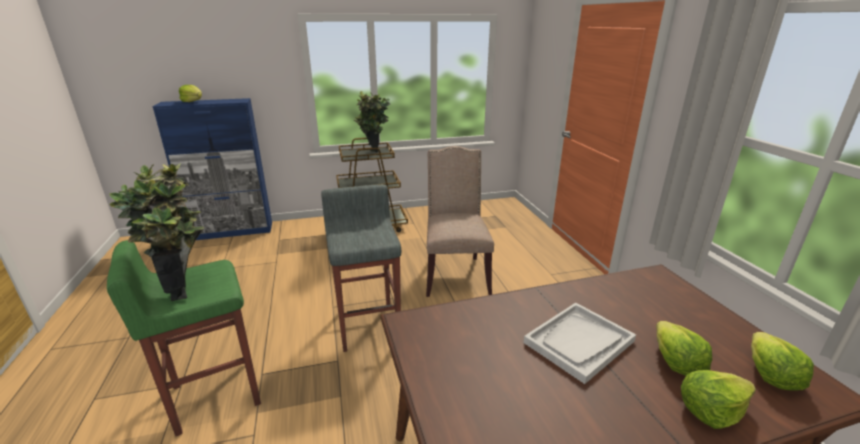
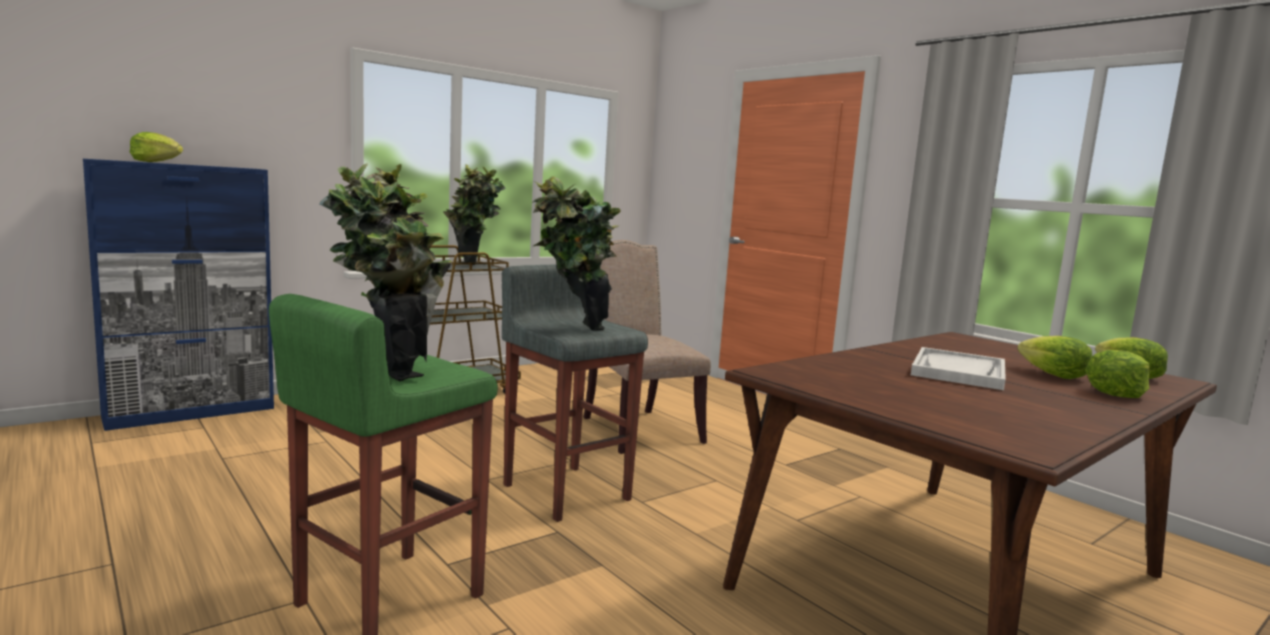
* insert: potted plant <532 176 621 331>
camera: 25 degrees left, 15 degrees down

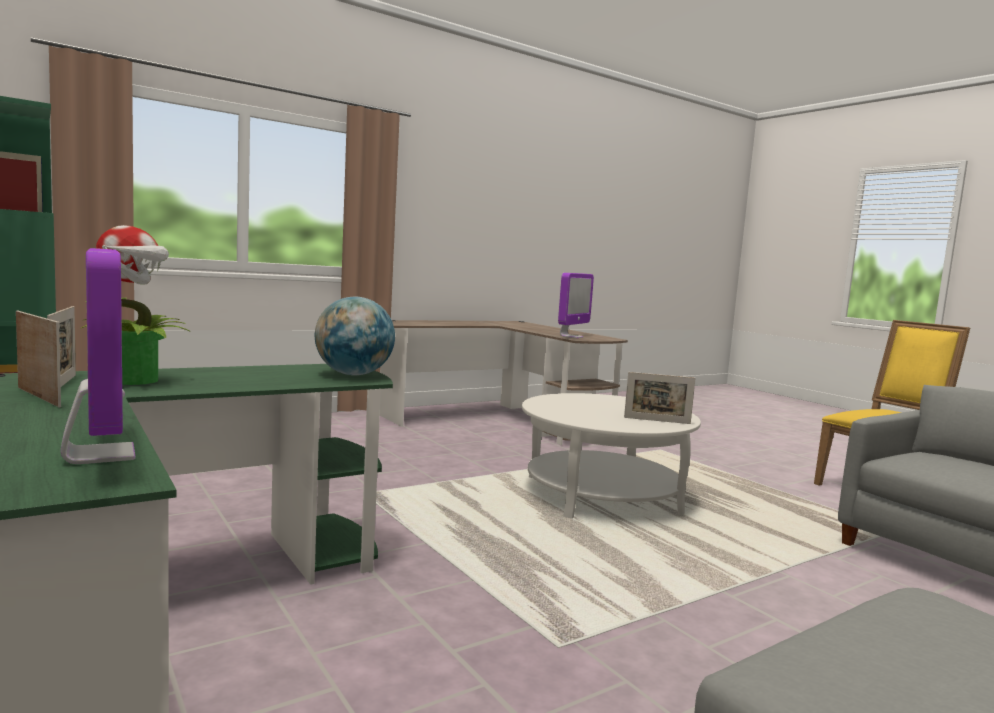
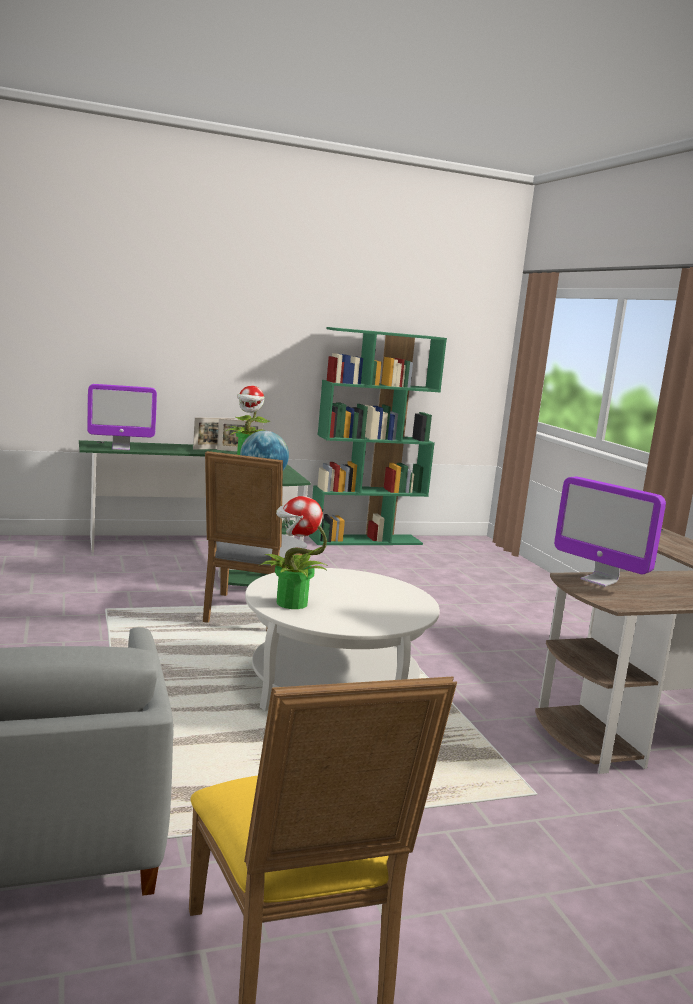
* replace: picture frame <624 372 695 424> to potted plant <258 496 328 609>
* insert: chair in grey <203 451 307 632>
camera: 105 degrees right, 5 degrees up

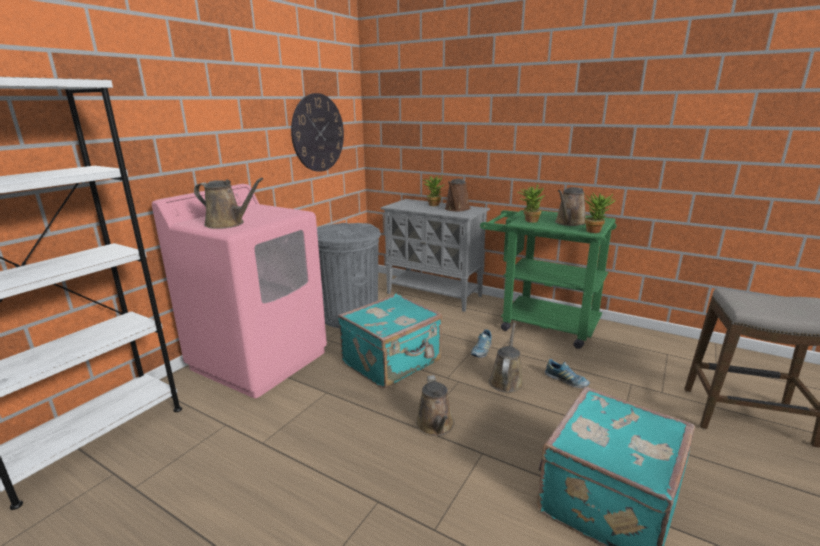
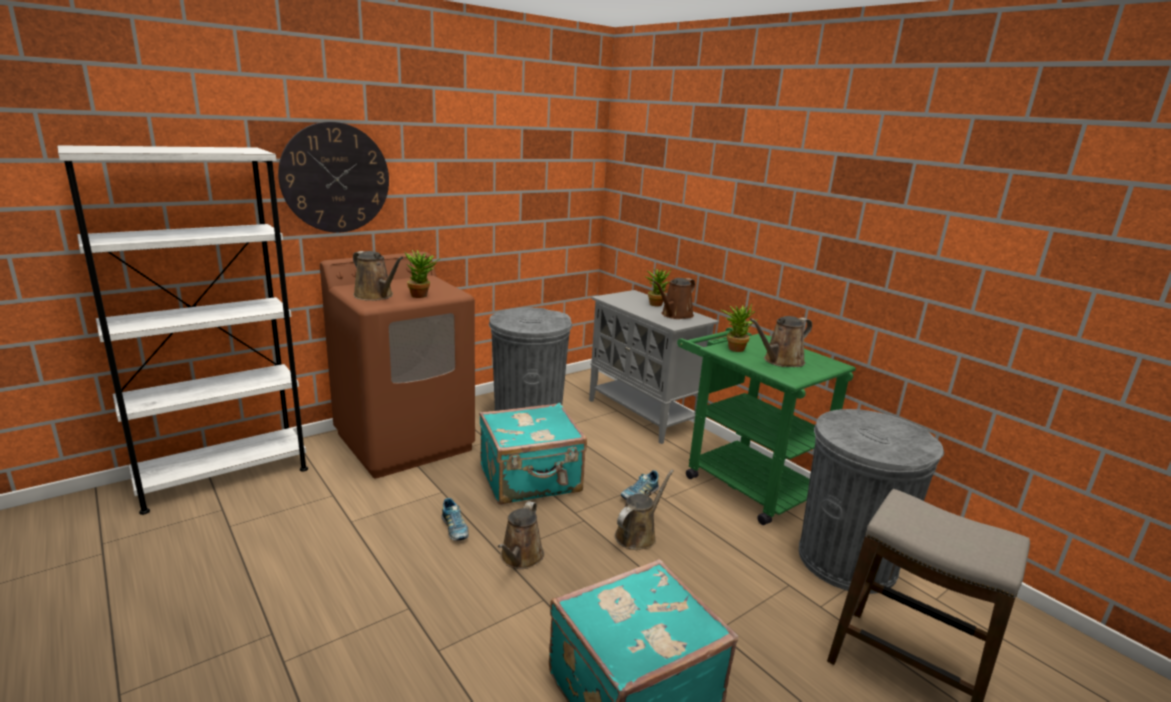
* recolor: washing machine in pink <152 184 327 398> to washing machine in brown <320 252 475 478>
* move: wall clock <291 93 344 172> to <278 122 389 233>
* move: shoe <545 359 590 388> to <441 498 469 541>
* move: potted plant <583 193 615 233> to <404 250 441 298>
* insert: trash can in grey <799 409 944 594>
camera: 20 degrees right, 0 degrees up

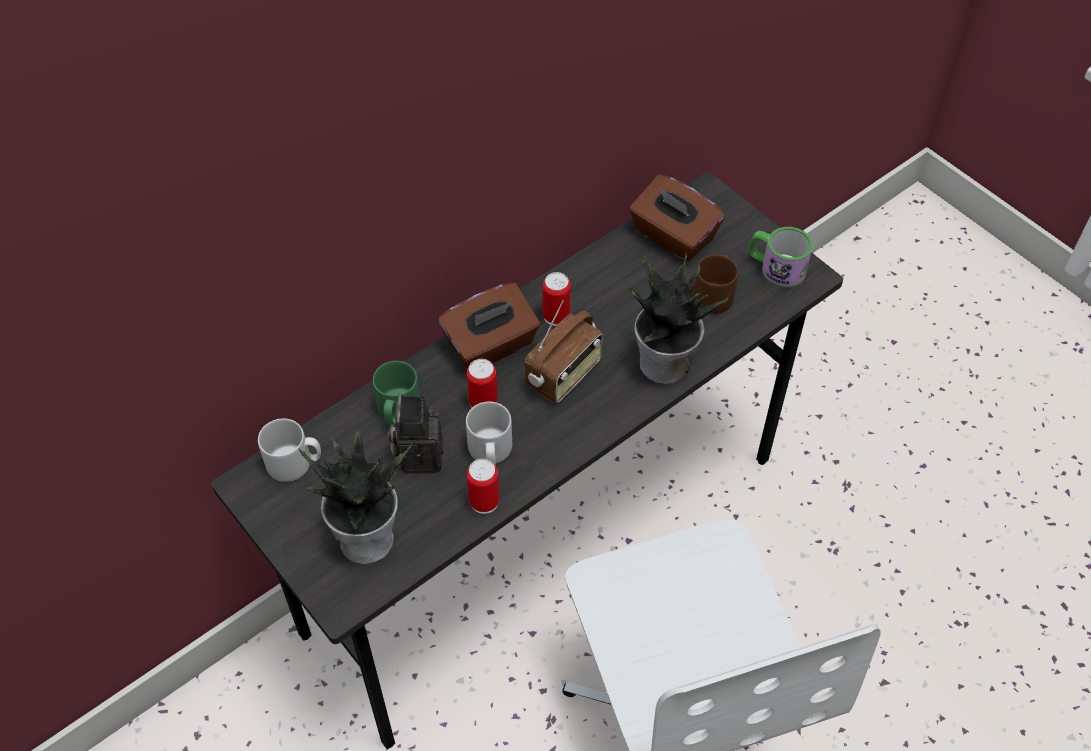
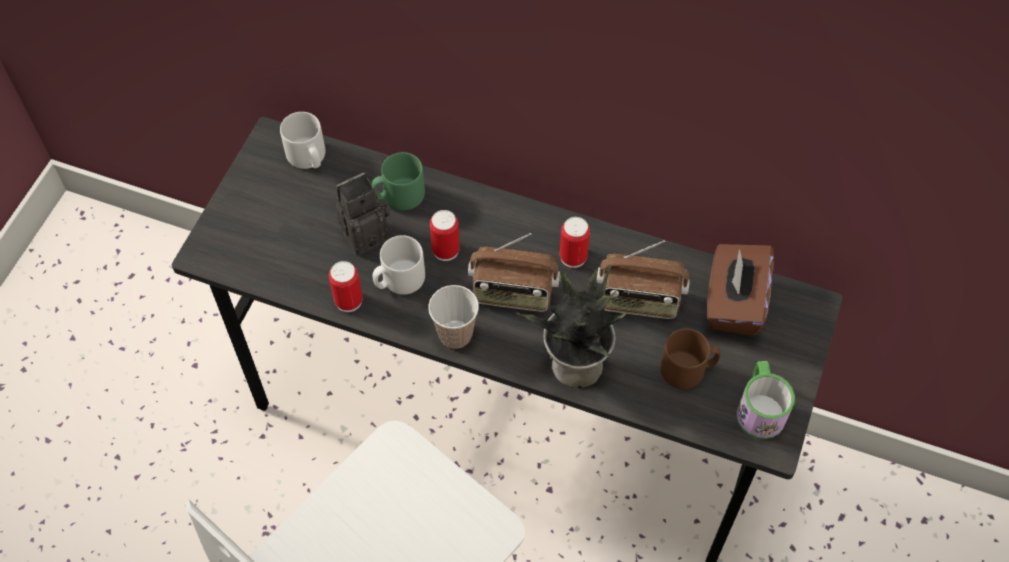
* delete: potted plant <298 430 412 564>
* delete: tissue box in brown <438 282 540 369>
* insert: cup <428 285 479 349>
* insert: radio <597 240 690 319>
camera: 60 degrees right, 5 degrees up

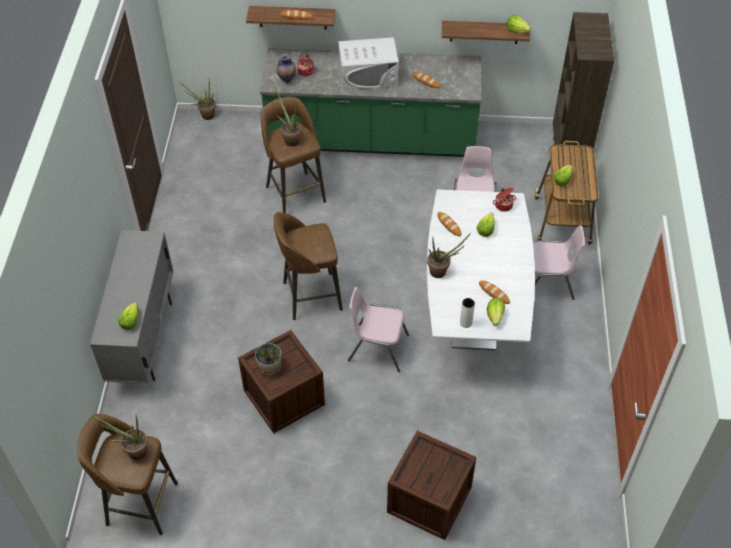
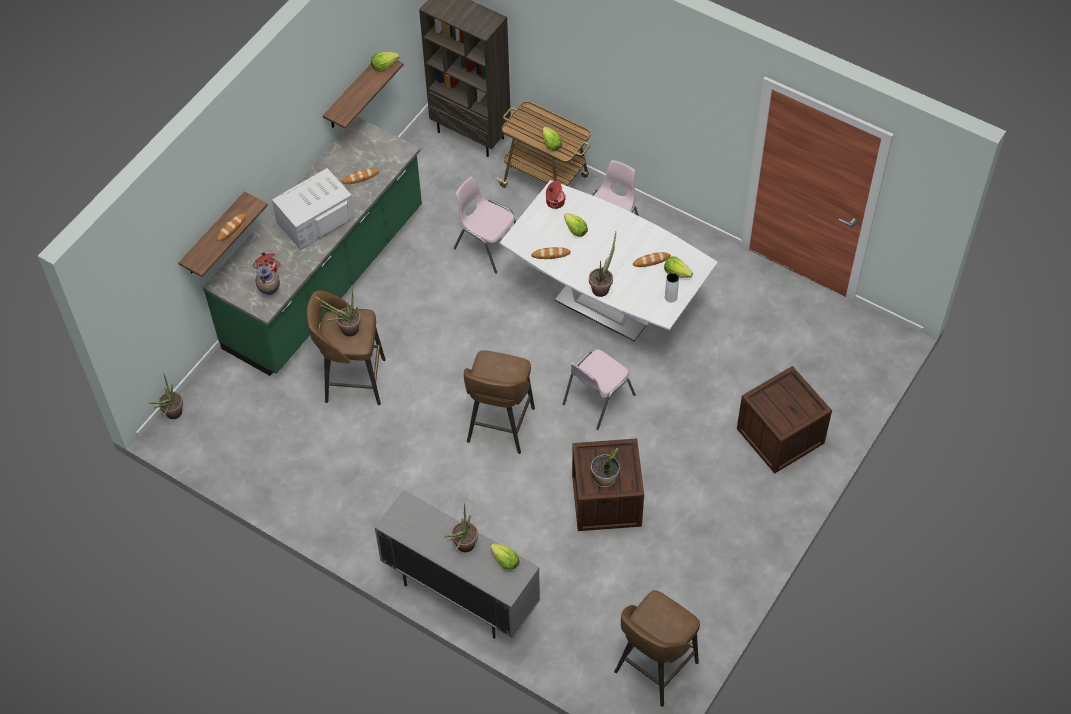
* move: potted plant <92 414 148 460> to <445 503 478 552>
* rotate: microwave in white <338 37 399 90> = <272 168 355 250> 150 degrees counterclockwise
camera: 60 degrees left, 5 degrees up

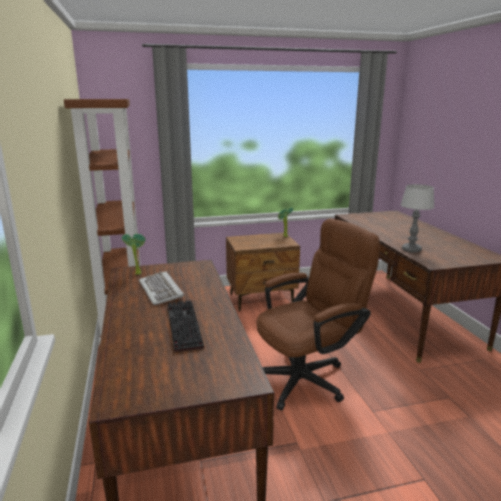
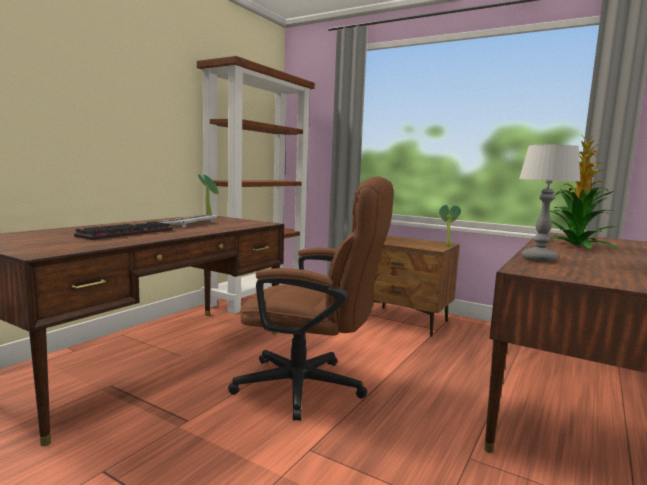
* insert: potted plant <540 135 618 249>
camera: 45 degrees right, 10 degrees down

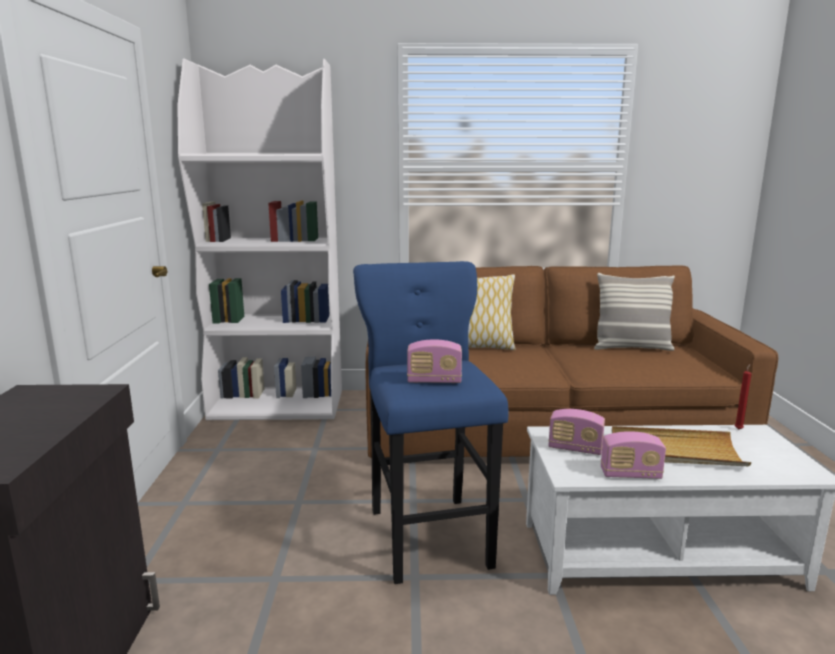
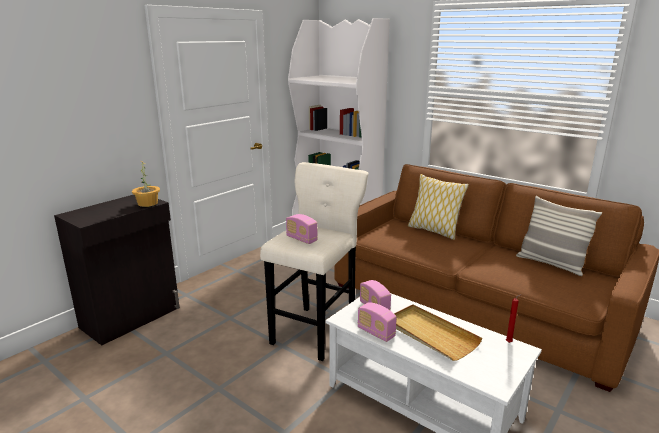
* recolor: stool in blue <353 261 508 584> to stool in beige <260 162 369 361>
* insert: potted plant <132 160 160 207>
camera: 40 degrees right, 5 degrees up

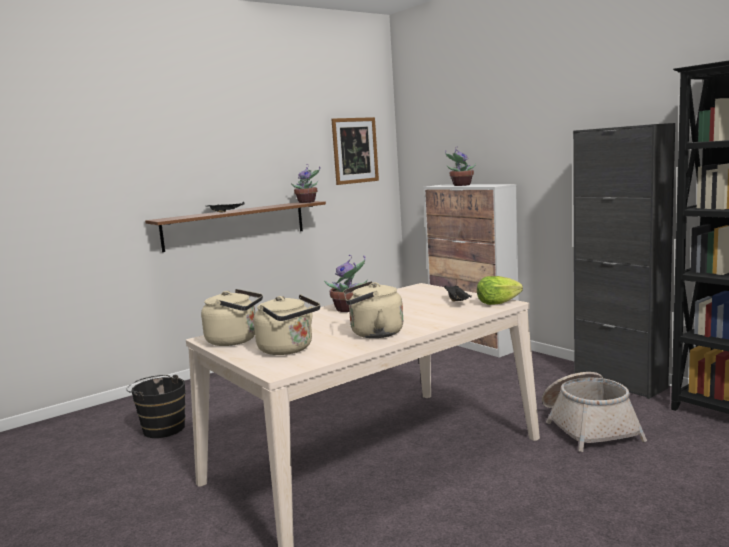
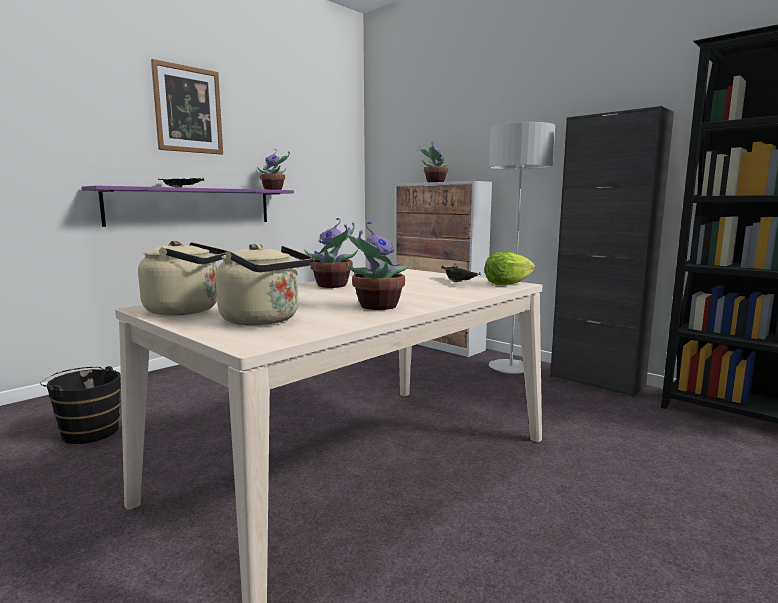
* recolor: shelf in brown <145 201 326 252> to shelf in purple <81 185 294 227>
* move: picture <331 117 379 185> to <151 59 223 155>
* replace: kettle in beige <343 281 403 338> to potted plant <345 222 412 310>
* delete: basket <542 372 647 452>
* insert: floor lamp in grey <489 122 555 374>
camera: 10 degrees left, 0 degrees up

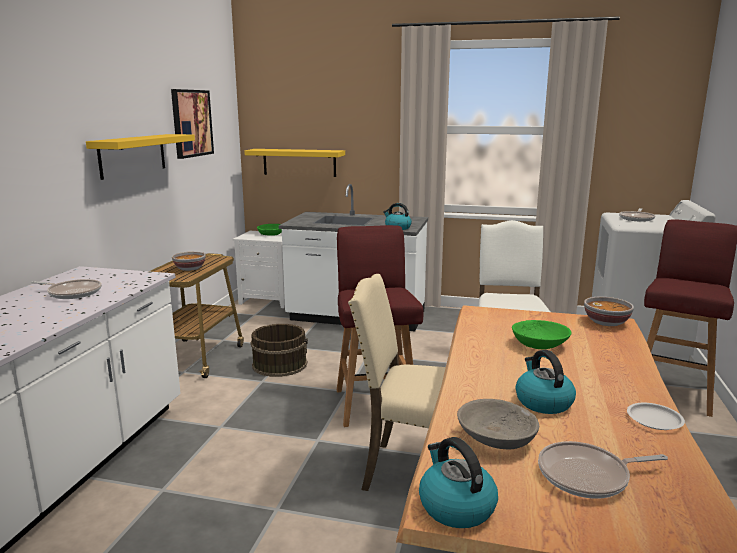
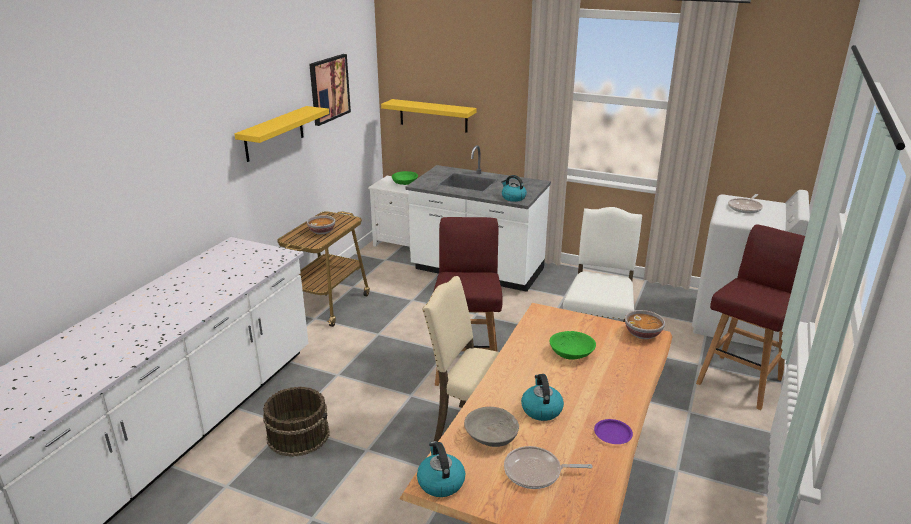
* delete: frying pan <31 279 102 299>
* move: bucket in brown <251 324 308 377> to <263 387 329 457>
* recolor: plate in white <627 403 685 430> to plate in purple <594 419 633 444>
camera: 10 degrees right, 10 degrees up

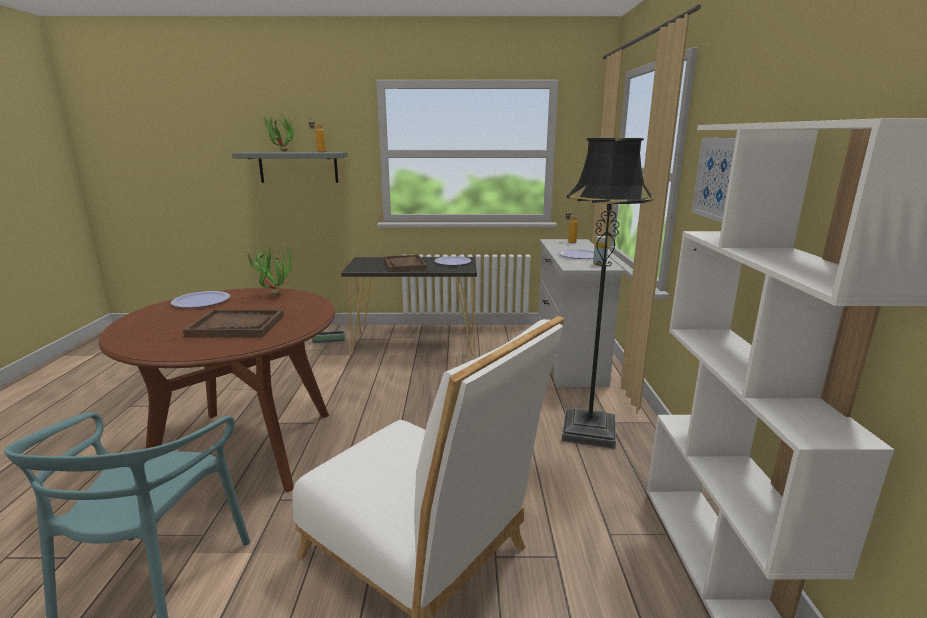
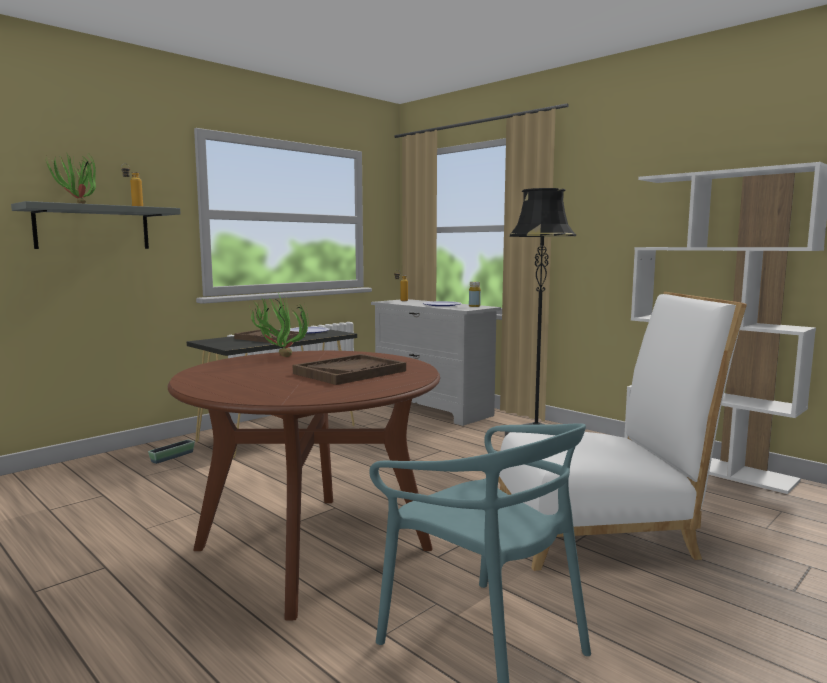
* delete: plate <171 291 230 308>
* delete: picture <691 138 736 223>
camera: 45 degrees left, 10 degrees down

